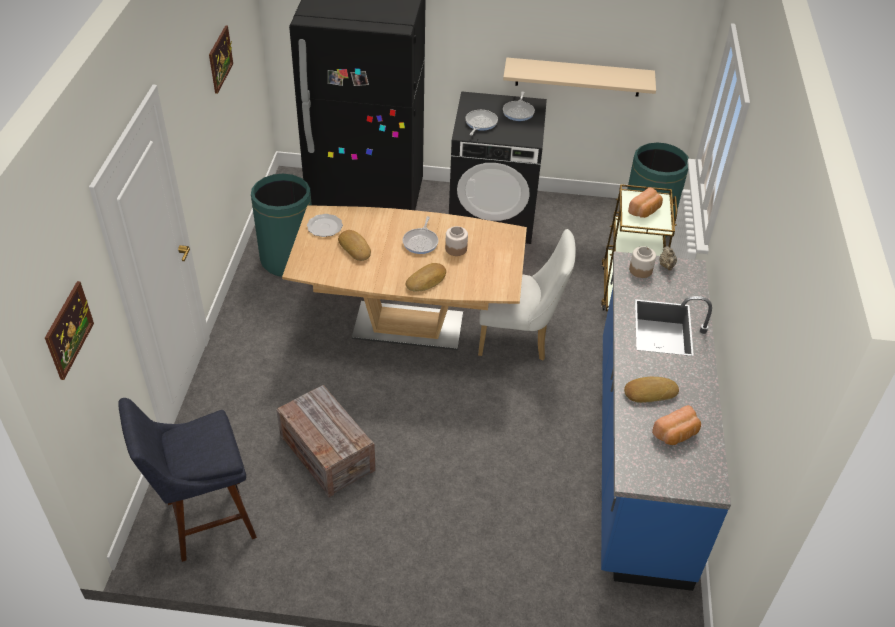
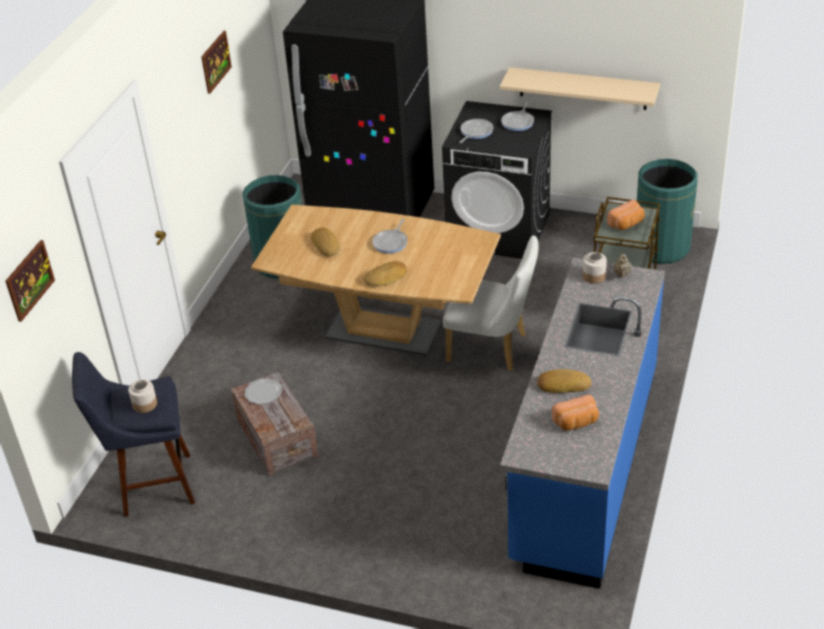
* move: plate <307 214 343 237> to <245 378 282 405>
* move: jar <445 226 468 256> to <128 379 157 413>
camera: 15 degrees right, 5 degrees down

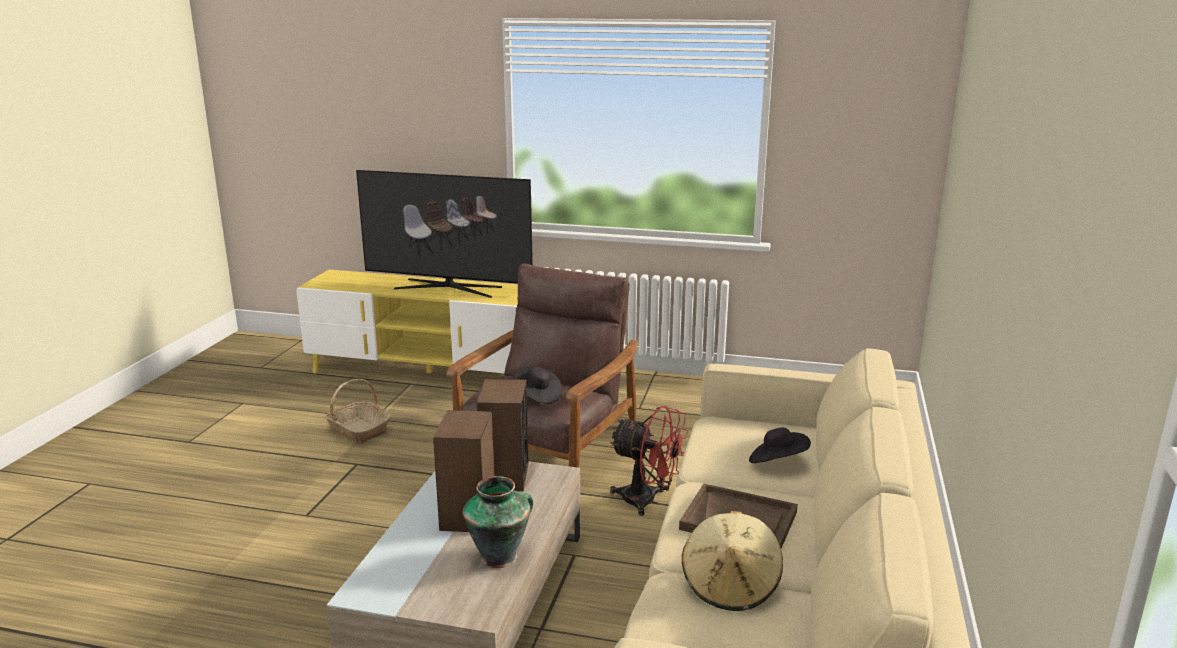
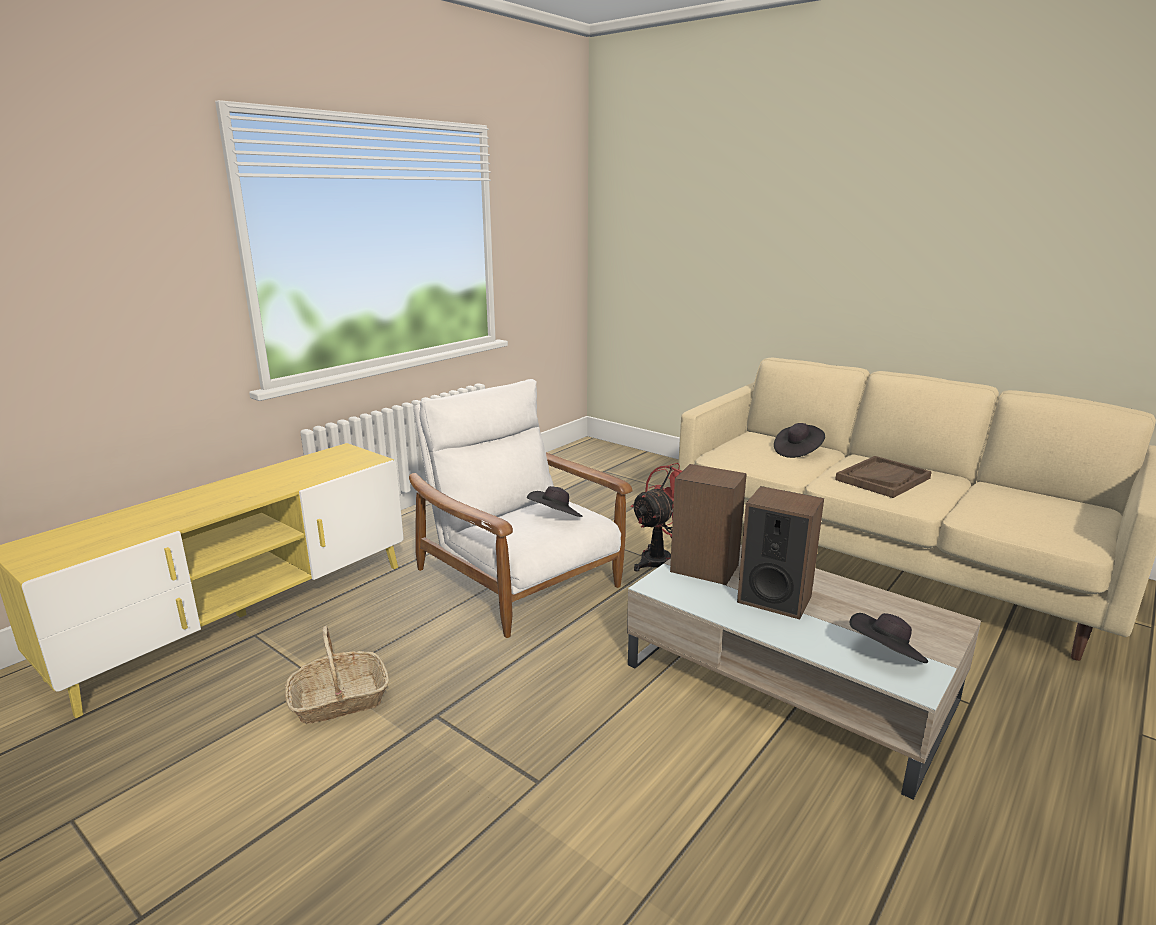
* delete: television <356 170 533 298>
* recolor: armchair in brown <446 263 638 468> to armchair in white <409 379 632 638>
* delete: vase <463 476 533 568>
* delete: hat in beige <682 511 783 611>
* insert: hat in black <849 613 928 663>
camera: 65 degrees left, 0 degrees up

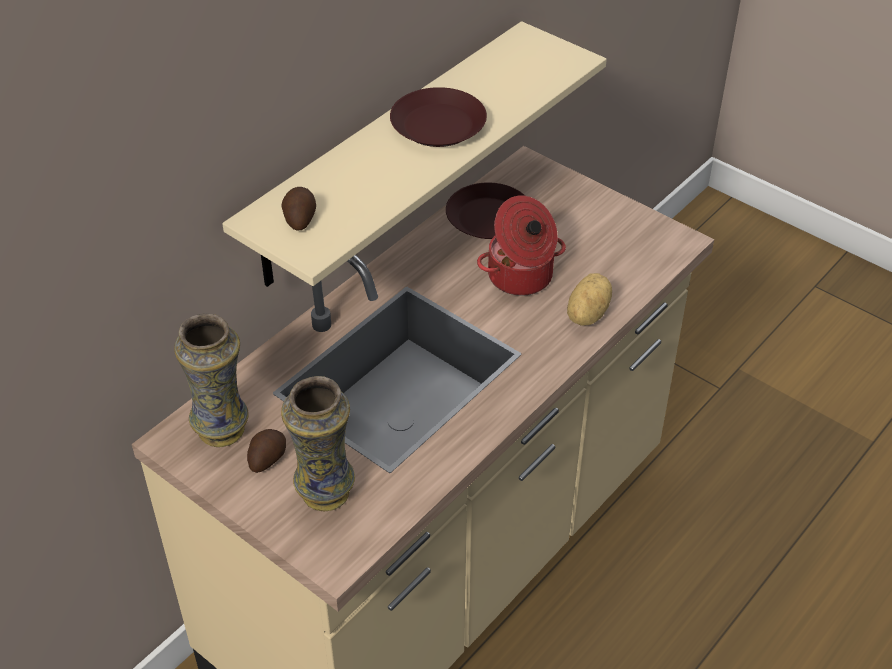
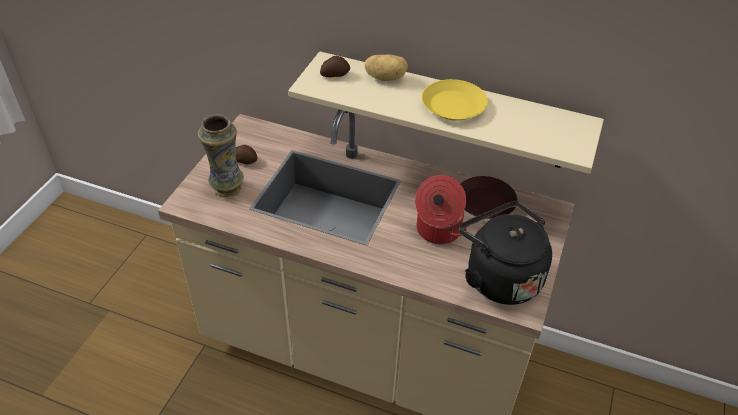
* delete: vase <174 314 249 447>
* recolor: plate in brown <390 87 487 147> to plate in yellow <422 79 488 121>
* move: potato <567 273 612 325> to <365 54 408 81>
* insert: kettle in black <459 201 552 305>
camera: 70 degrees right, 0 degrees up

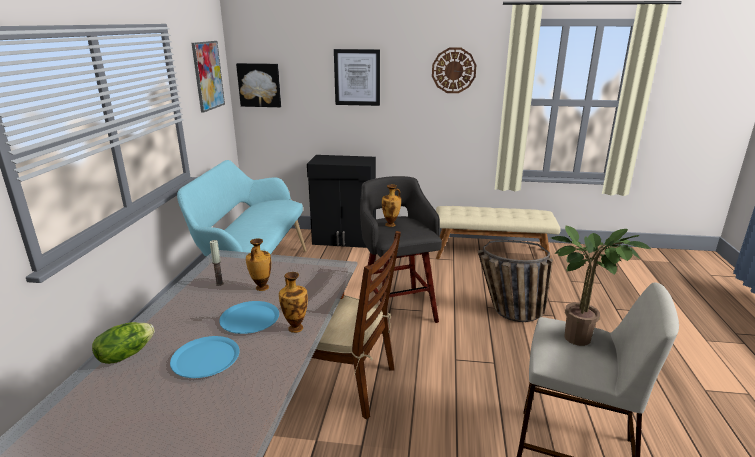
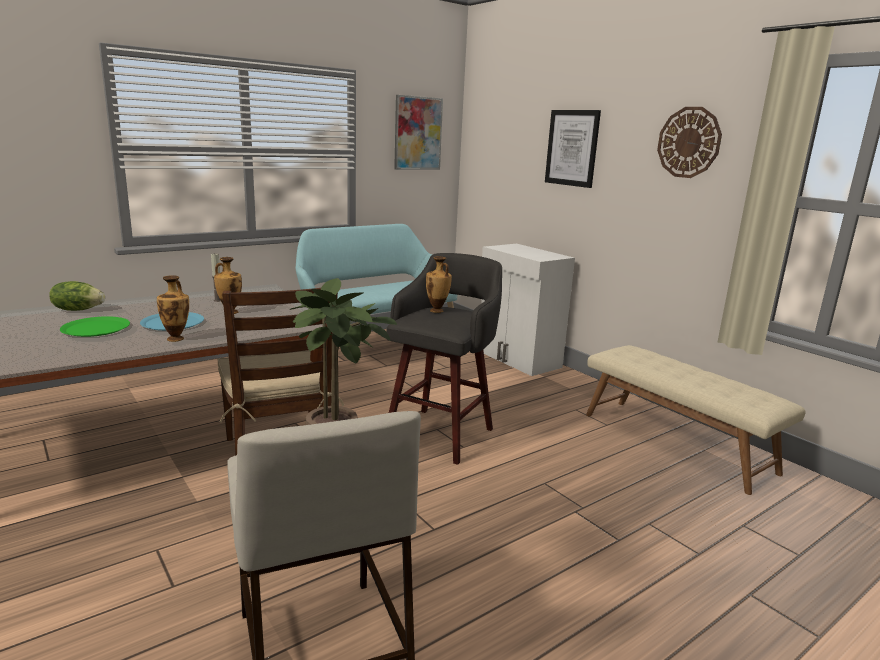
* recolor: plate in blue <170 336 240 378> to plate in green <60 316 130 337>
* delete: picture <236 63 281 107>
* recolor: cabinet in black <307 155 376 248> to cabinet in white <481 244 575 376>
* delete: basket <478 240 553 322>
camera: 45 degrees right, 5 degrees down

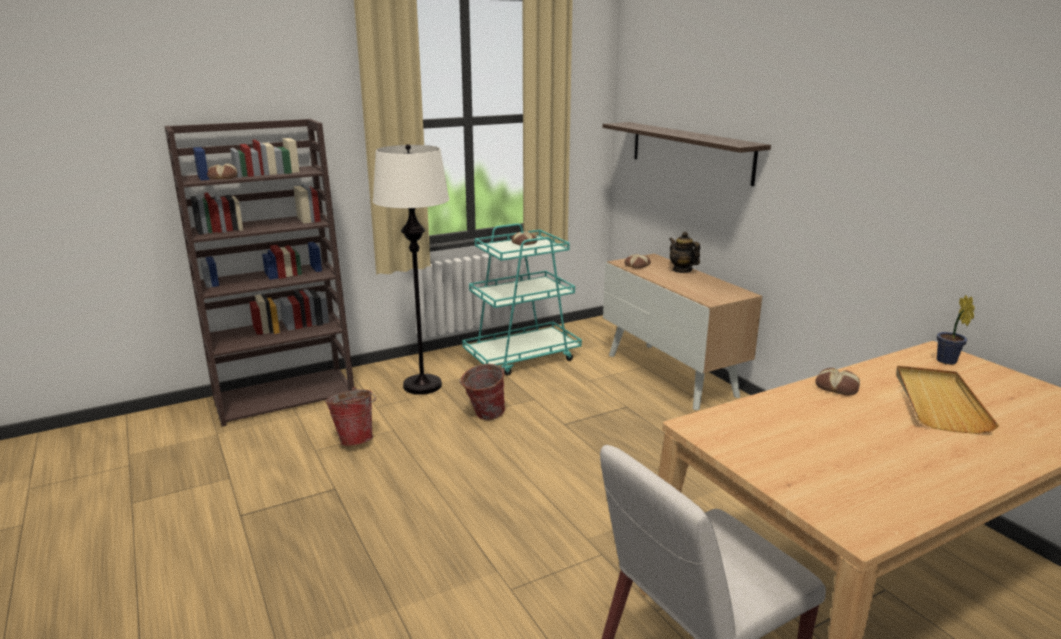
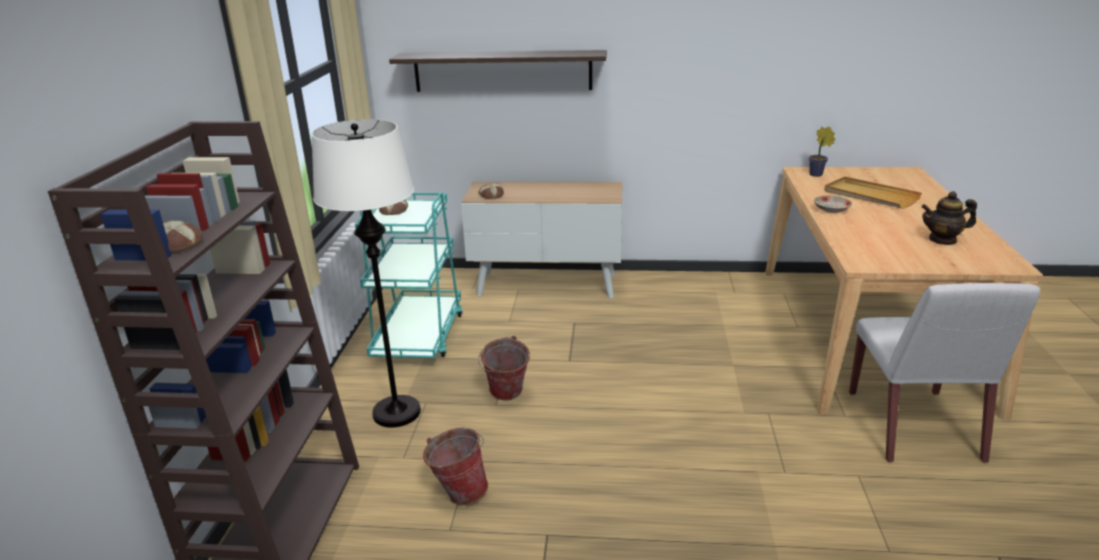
* move: teapot <669 232 700 273> to <921 191 977 245>
* replace: bread <815 368 860 396> to plate <814 196 852 213>
camera: 55 degrees left, 5 degrees up

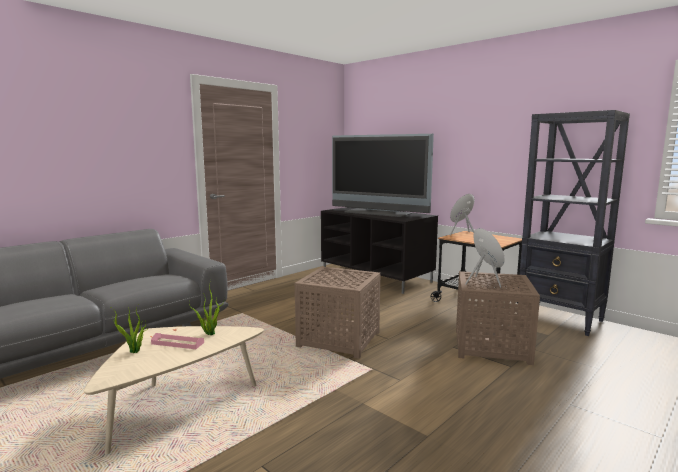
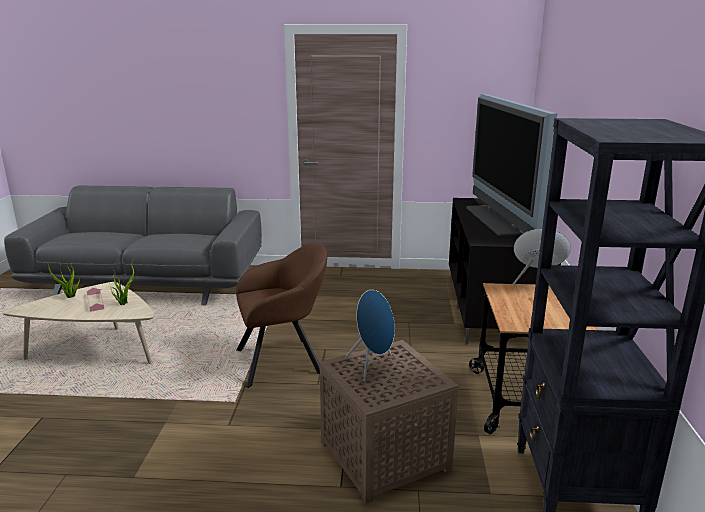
* replace: side table in brown <294 267 380 359> to armchair in brown <236 243 327 388>
camera: 50 degrees right, 10 degrees up

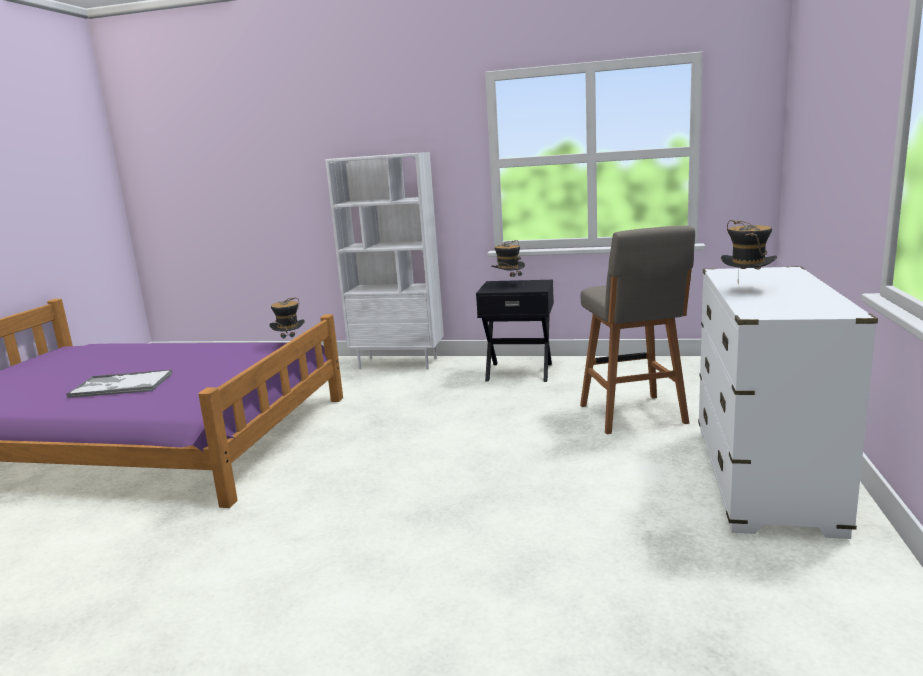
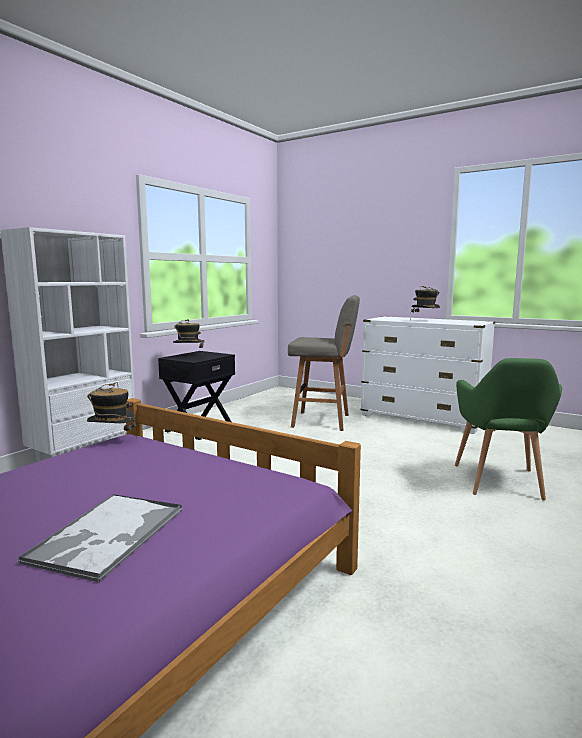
* insert: armchair in green <455 358 562 500>
camera: 70 degrees left, 5 degrees down

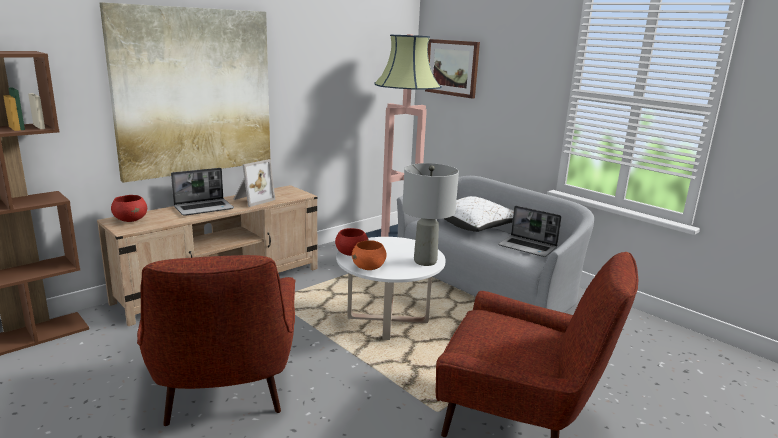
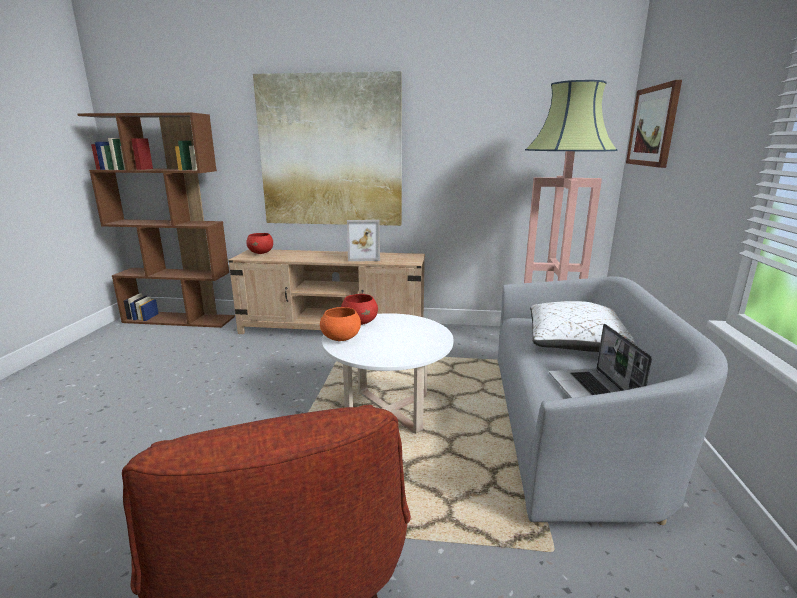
* delete: armchair in red <137 255 296 426>
* delete: laptop <171 168 234 216>
* delete: table lamp in grey <402 163 459 266>
camera: 50 degrees right, 0 degrees up

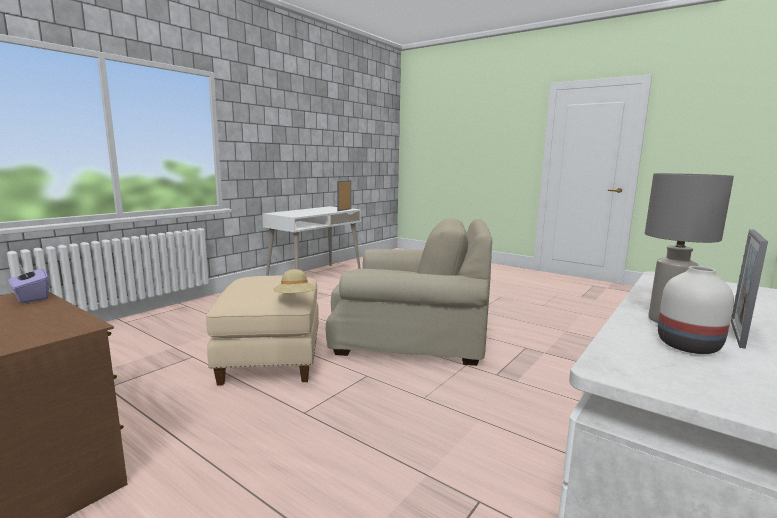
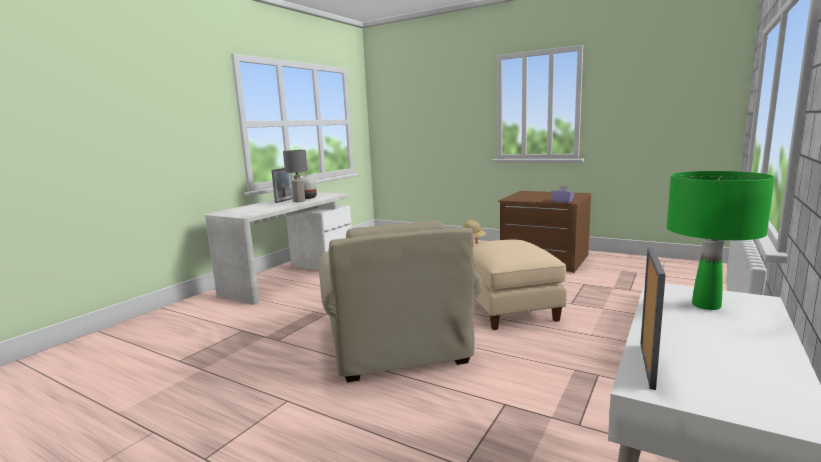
* rotate: armchair in beige <326 218 492 366> = <318 221 483 382> 105 degrees counterclockwise
* insert: table lamp in green <667 171 775 310>
camera: 175 degrees right, 0 degrees up

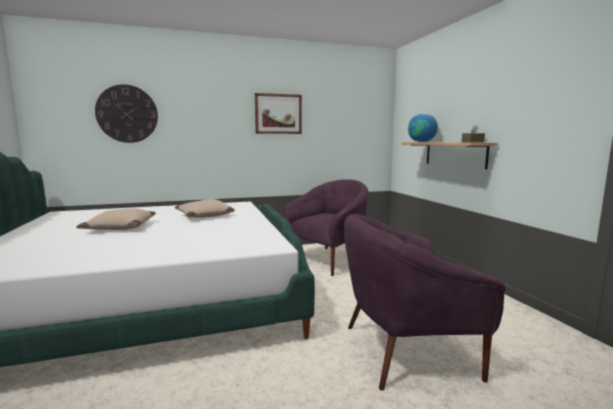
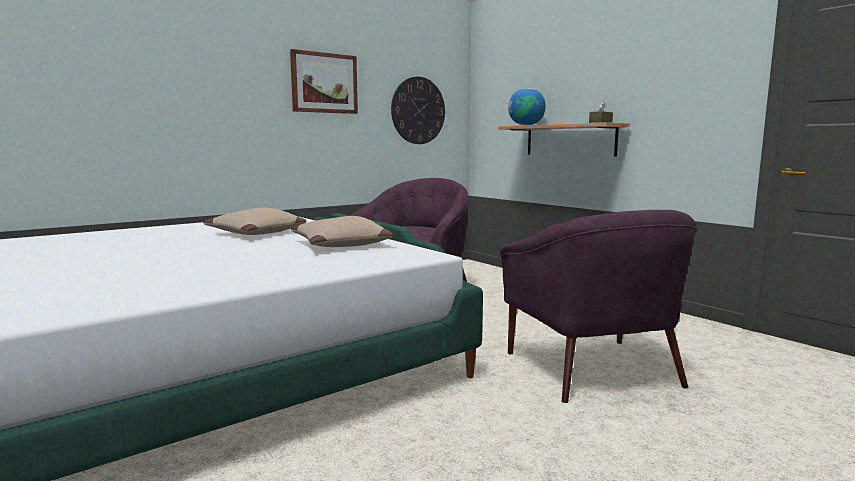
* move: pillow in beige <76 209 156 230> to <291 216 393 247>
* move: wall clock <95 84 158 143> to <391 77 445 144>
* rotate: armchair in purple <344 214 505 390> = <500 210 697 403> 75 degrees counterclockwise
camera: 20 degrees left, 0 degrees up

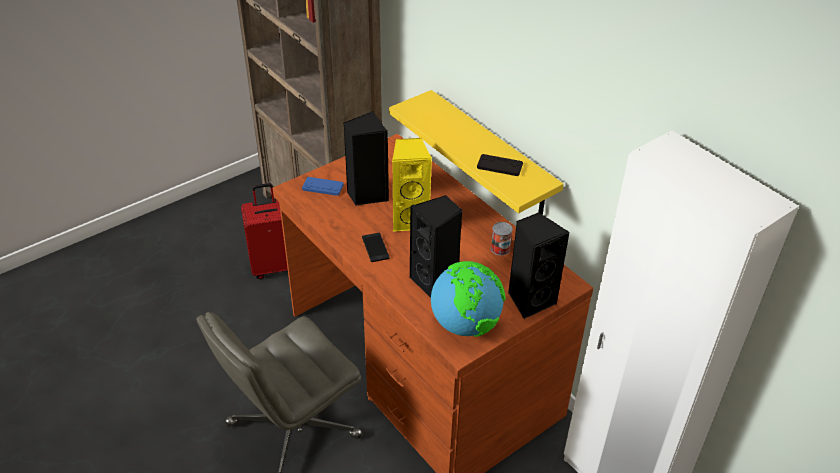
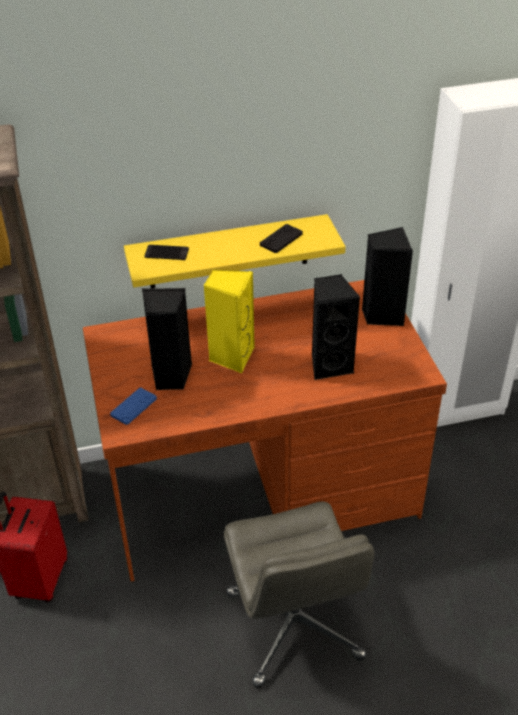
* move: phone <362 233 390 262> to <145 245 189 260>
* delete: globe <431 261 505 337>
* delete: can <491 222 513 255>
camera: 65 degrees left, 0 degrees up

